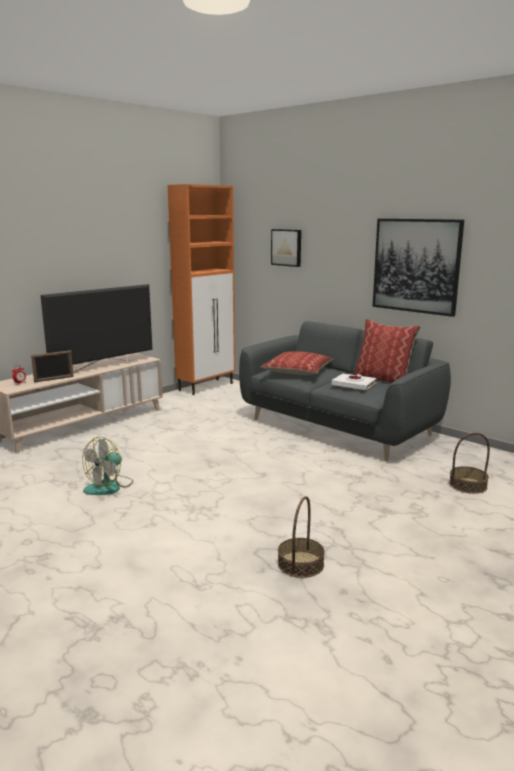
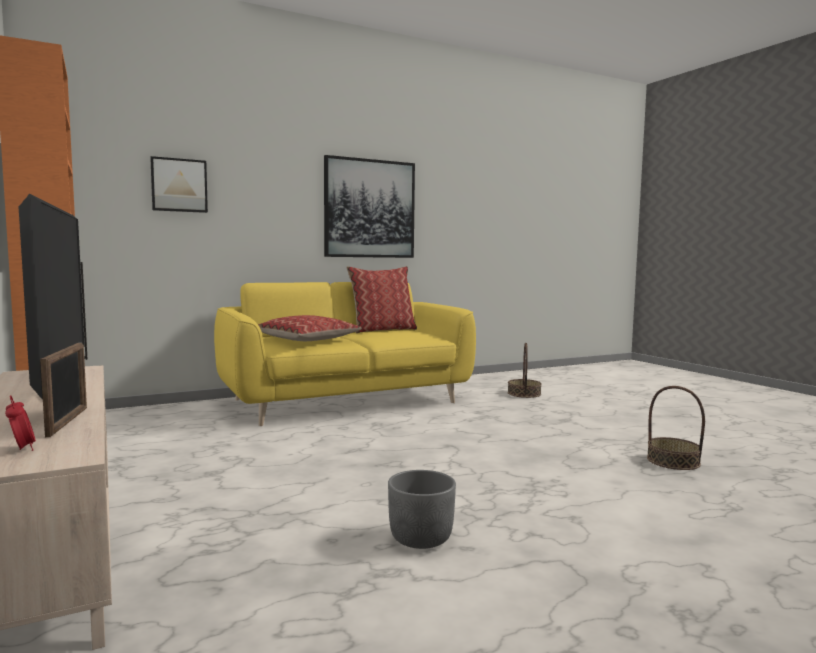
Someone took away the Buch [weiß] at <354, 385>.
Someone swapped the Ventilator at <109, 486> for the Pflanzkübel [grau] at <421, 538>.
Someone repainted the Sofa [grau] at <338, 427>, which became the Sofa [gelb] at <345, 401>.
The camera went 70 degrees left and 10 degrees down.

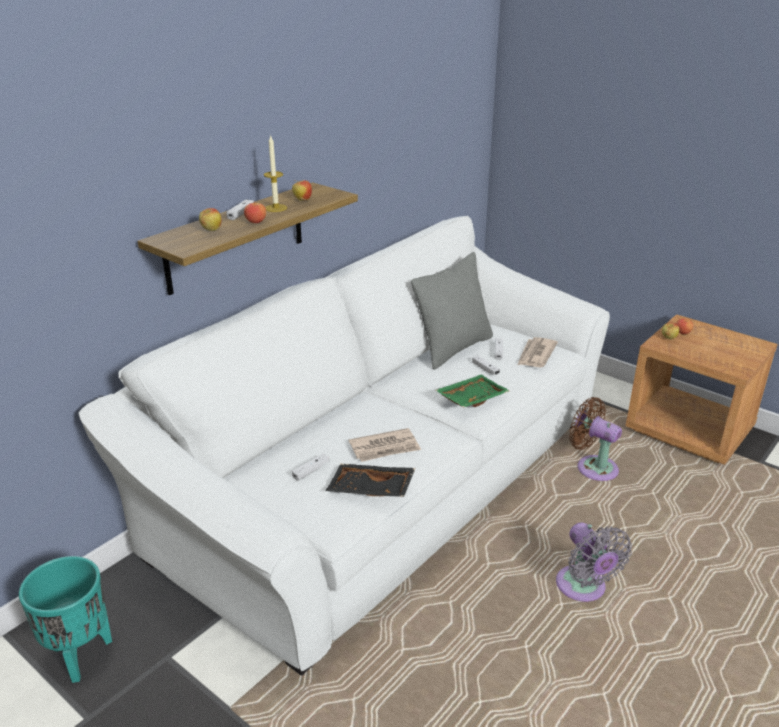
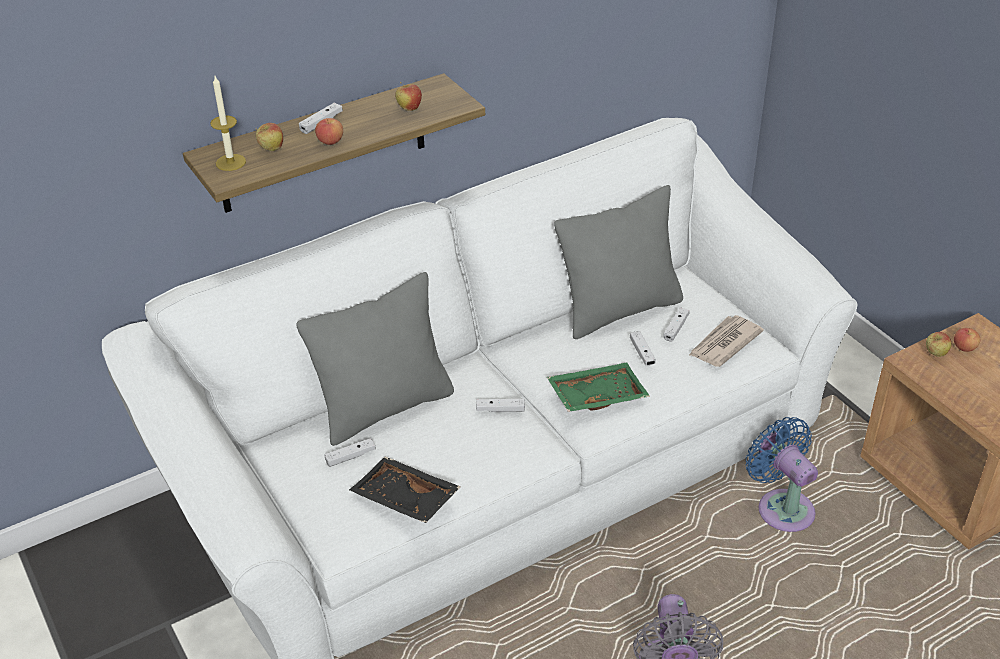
Someone took away the Pflanzkübel [türkis] at <80, 655>.
Someone took away the Zeitung at <385, 448>.
Someone put down the Kissen [grau] at <385, 407>.
Someone put down the Gamepad [weiß] at <500, 409>.
Someone carried the Kerze from <276, 208> to <230, 162>.
Someone repainted the Ventilator [braun] at <593, 467>, which became the Ventilator [blau] at <781, 507>.
The camera went 20 degrees right and 10 degrees up.

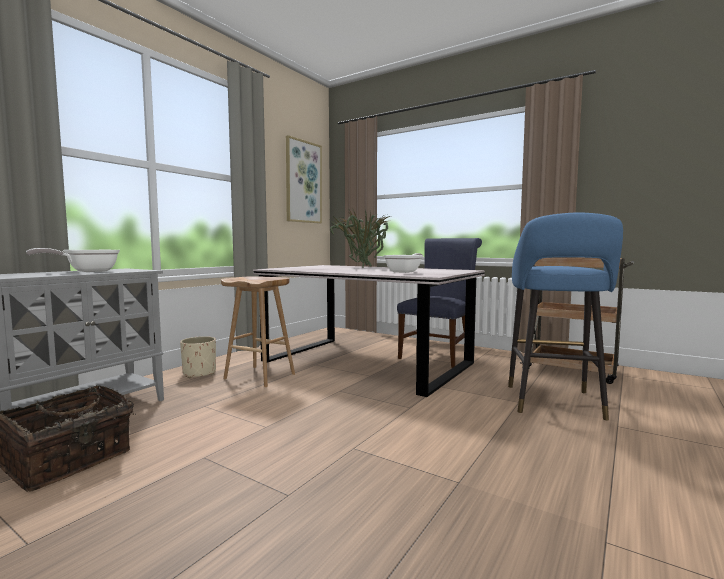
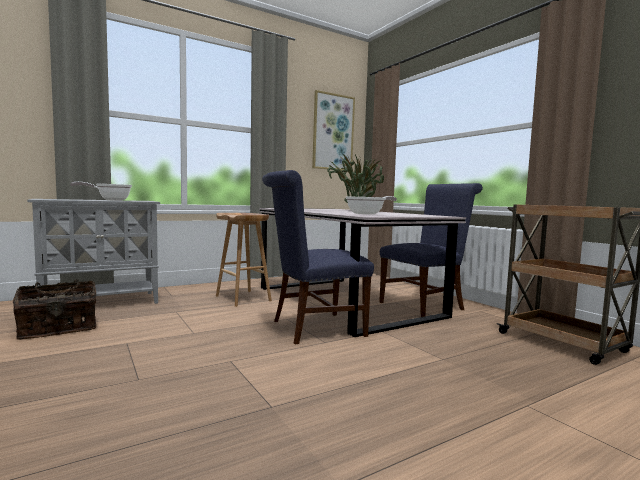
Someone took away the Pflanzkübel [beige] at <199, 373>.
Someone took away the Hocker [blau] at <555, 404>.
Someone put down the Stuhl [blau] at <312, 328>.
The camera went 25 degrees right and 0 degrees up.

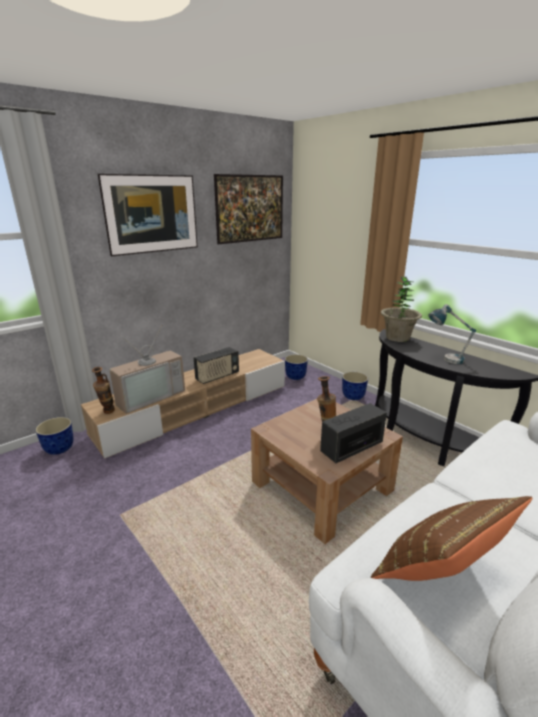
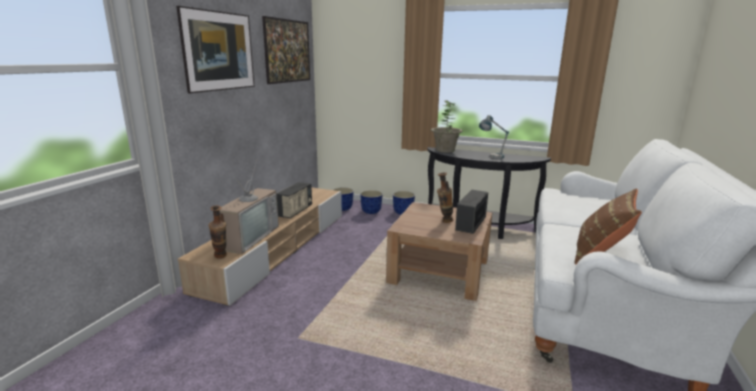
Someone carried the Pflanzkübel from <60, 449> to <371, 212>.
The camera went 30 degrees left and 5 degrees down.

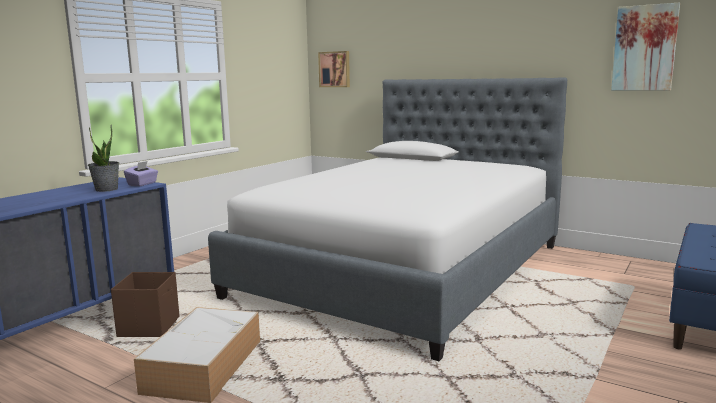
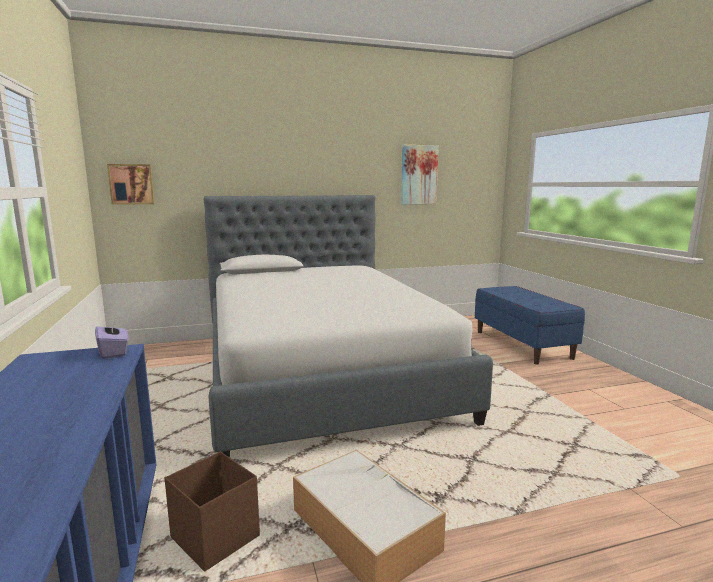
Someone took away the Topfpflanze at <106, 189>.
The camera went 50 degrees left and 0 degrees up.

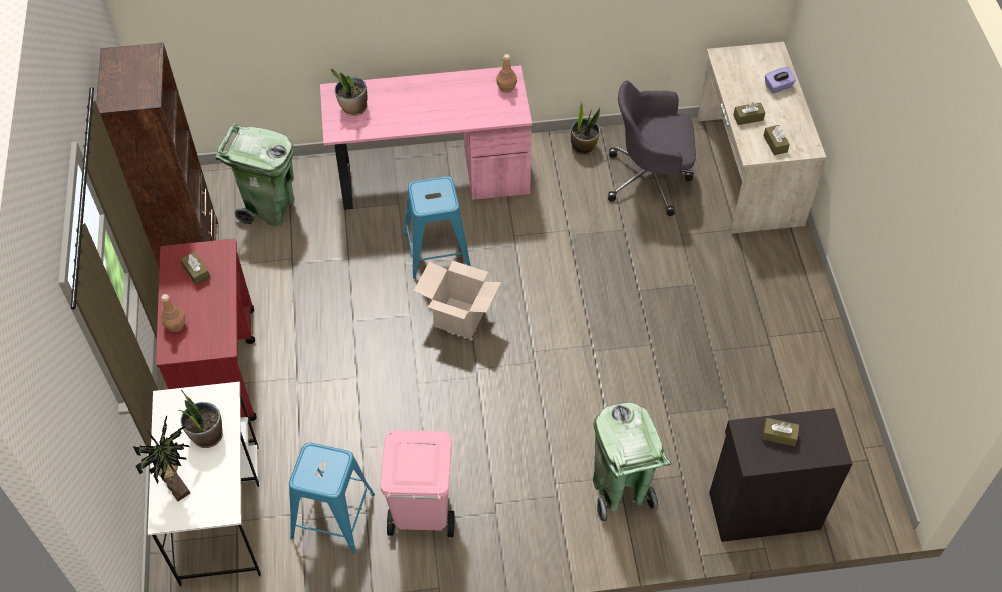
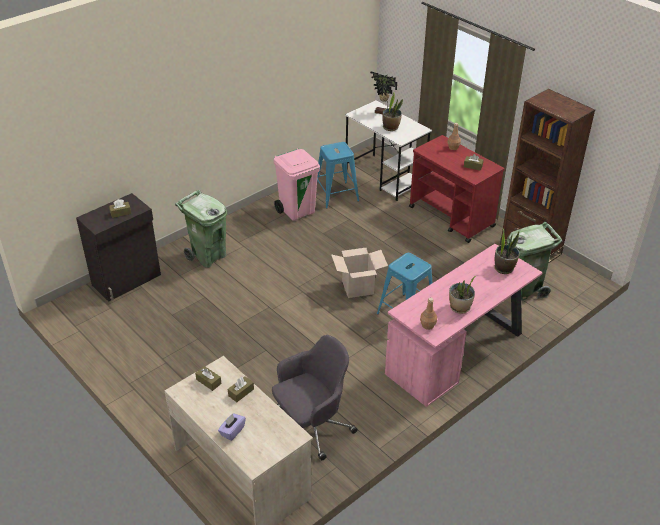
Someone carried the Topfpflanze from <583, 147> to <460, 308>.
The camera went 145 degrees right and 15 degrees down.

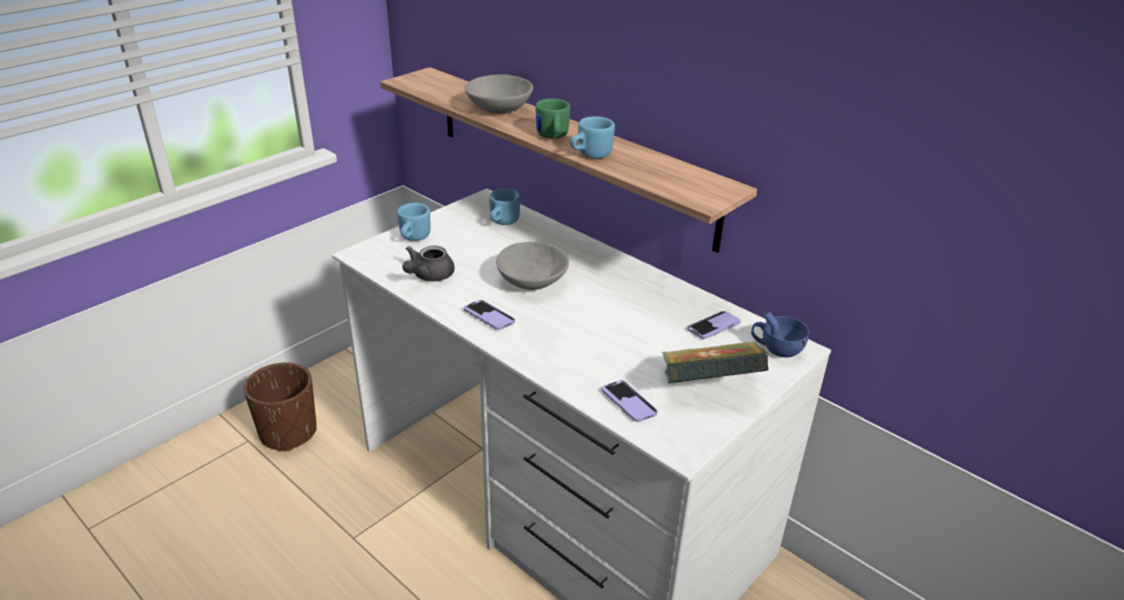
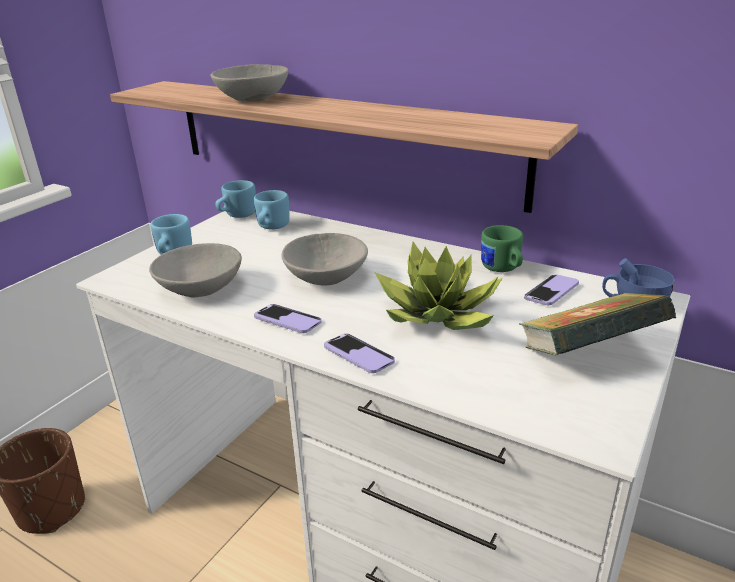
Someone put down the Topfpflanze at <438, 314>.
Someone carried the Henkelbecher [grün] from <552, 137> to <502, 269>.
Someone carried the Henkelbecher [blau] from <589, 155> to <237, 215>.
Someone carried the Handy from <628, 402> to <358, 355>.
Someone swapped the Teekanne [grau] at <428, 276> for the Schüssel [grau] at <200, 289>.
The camera went 10 degrees left and 5 degrees down.

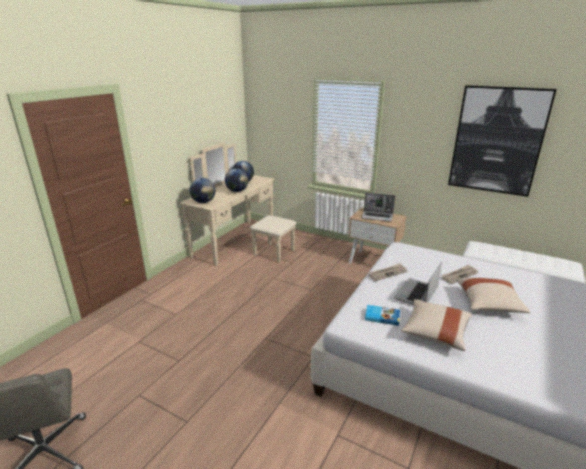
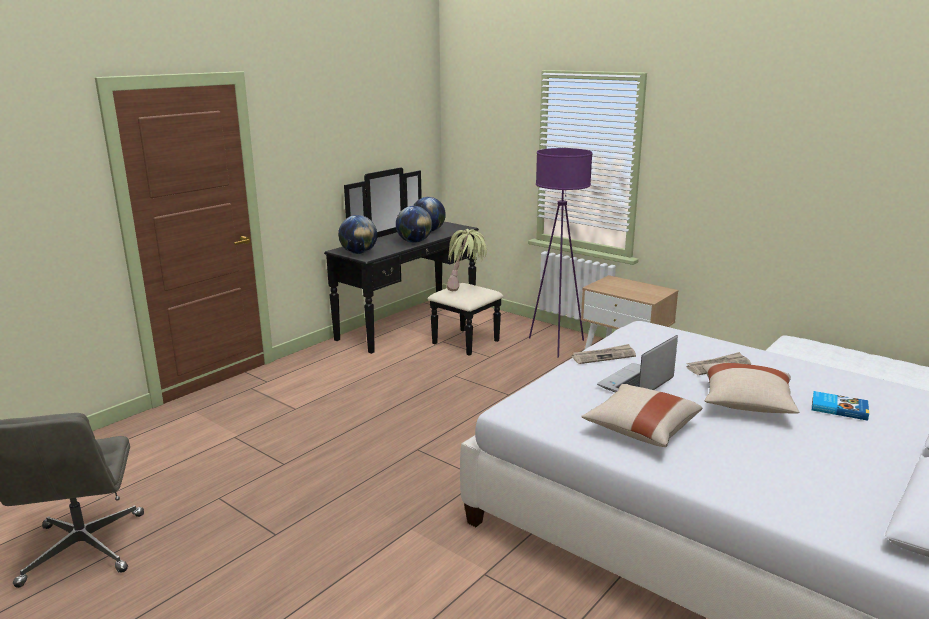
Someone took away the Laptop at <377, 216>.
Someone took away the Bild at <497, 141>.
Someone put down the Topfpflanze at <467, 291>.
Someone put down the Stehlampe [lila] at <556, 345>.
Someone carried the Buch from <382, 316> to <838, 408>.
Someone repainted the Kommode [beige] at <243, 244>, which became the Kommode [schwarz] at <421, 327>.
The camera went 10 degrees right and 5 degrees down.

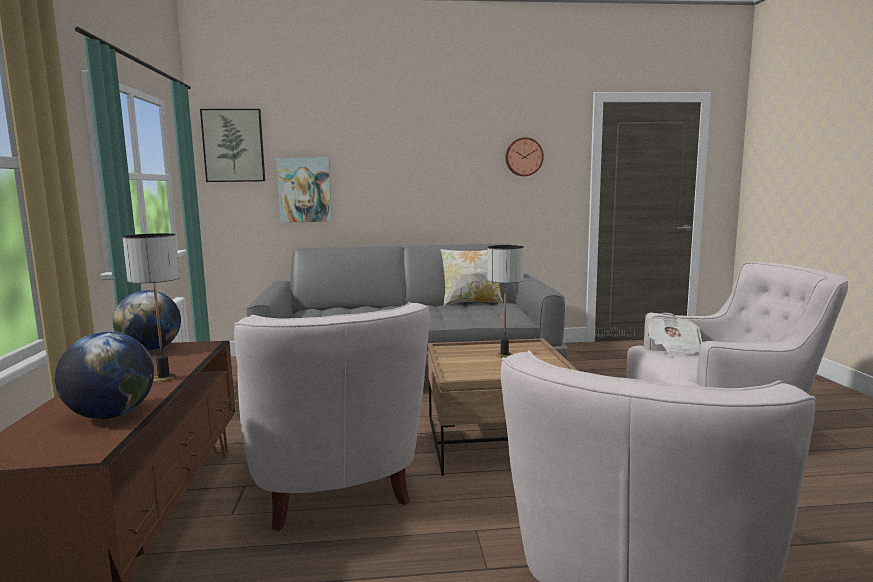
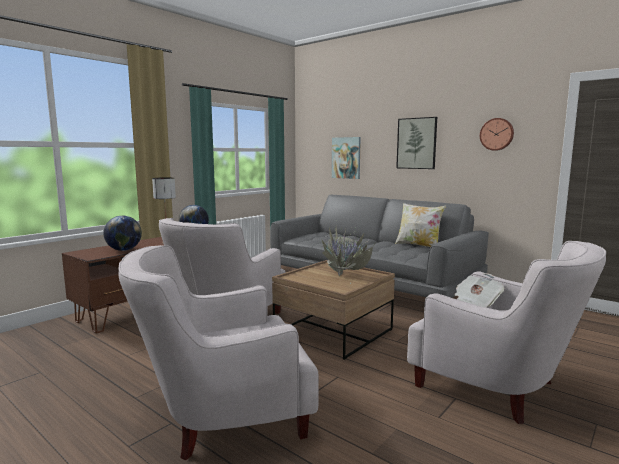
Someone carried the Bild from <233, 145> to <416, 143>.
Someone swapped the Tischlampe at <505, 355> for the Topfpflanze at <344, 275>.
The camera went 45 degrees right and 0 degrees up.

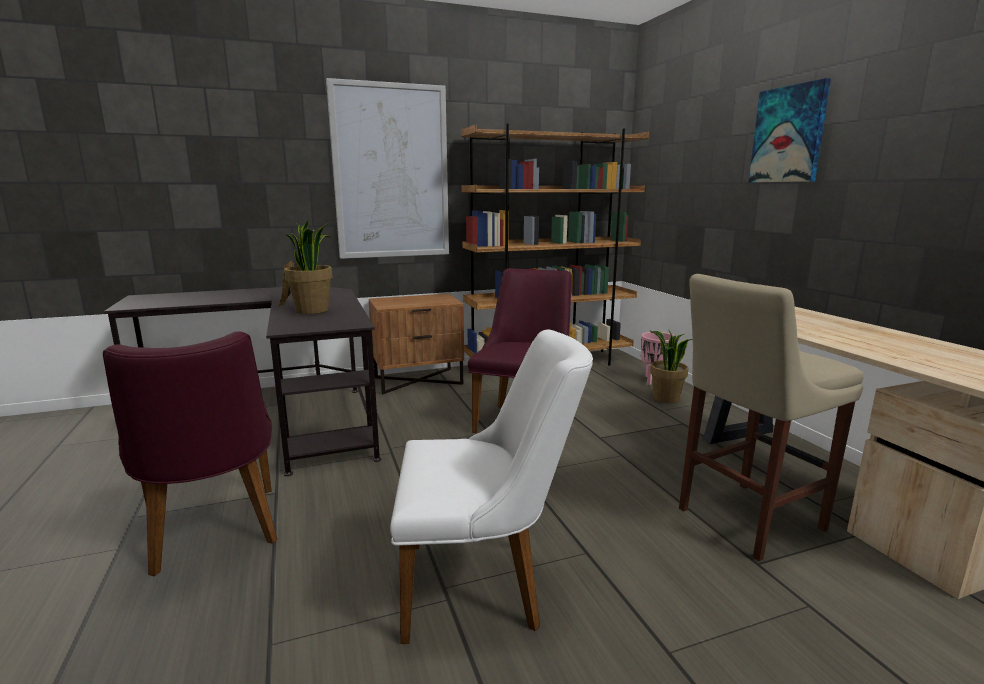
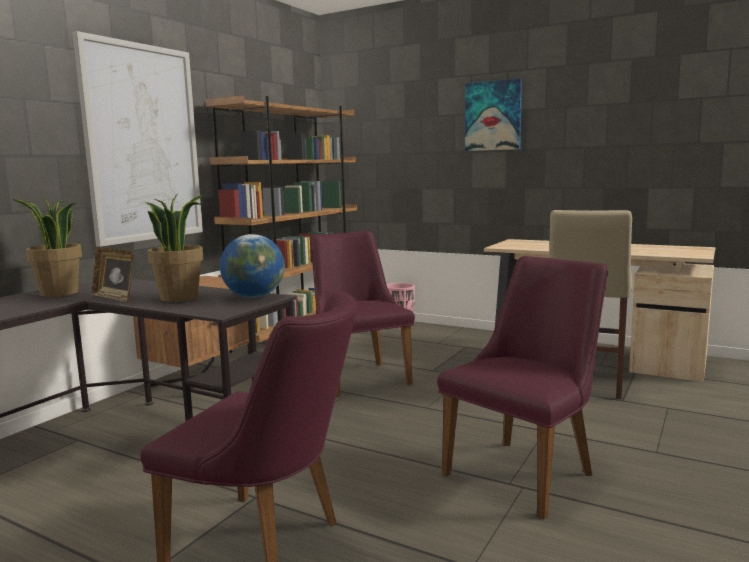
Someone put down the Globus at <254, 297>.
Someone carried the Topfpflanze from <665, 398> to <58, 293>.
Someone repainted the Stuhl [weiß] at <485, 585>, which became the Stuhl [lila] at <527, 470>.
The camera went 40 degrees left and 5 degrees down.

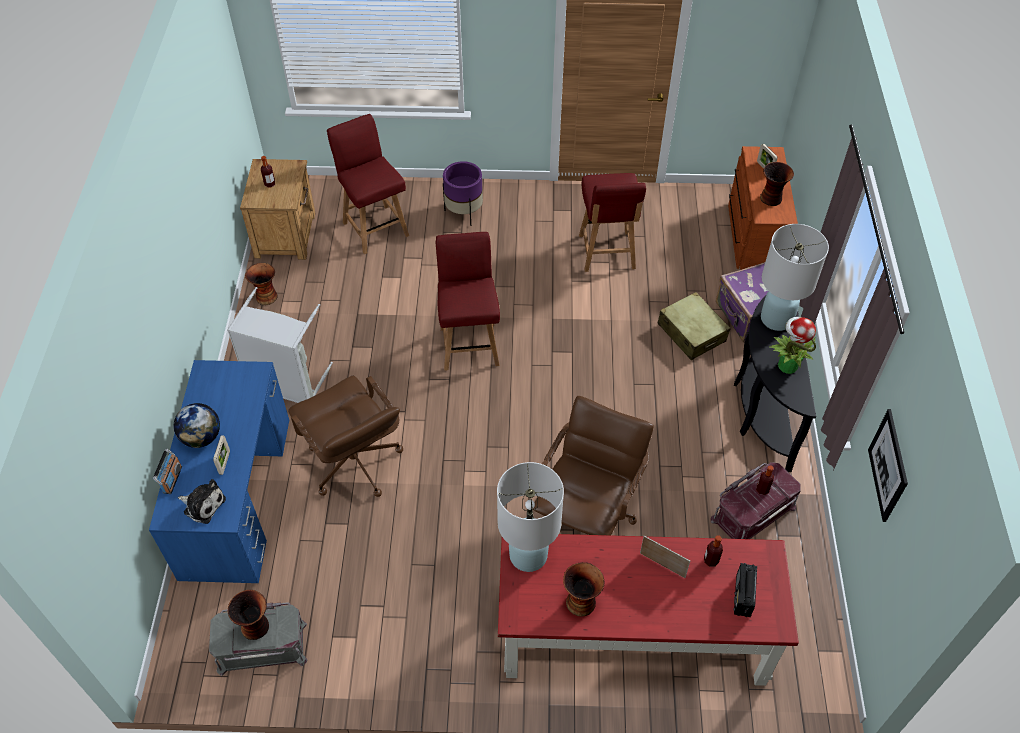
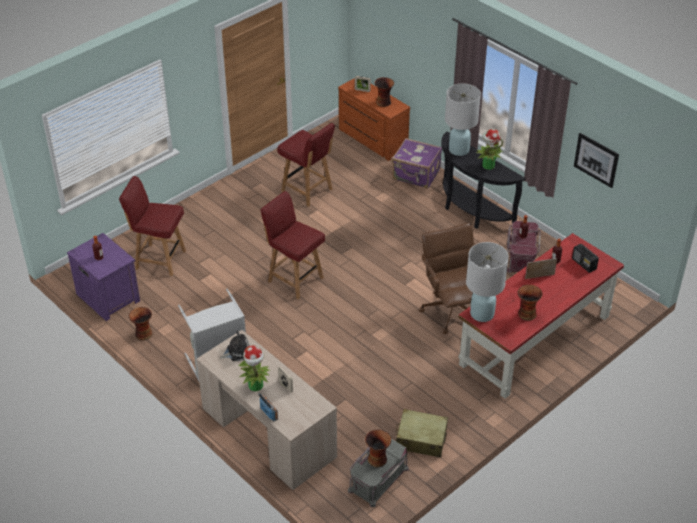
Someone took away the Bürostuhl [braun] at <354, 464>.
Someone took away the Pflanzkübel [lila] at <464, 212>.
Someone carried the Plüschtier from <203, 504> to <237, 352>.
Someone carried the Koffer [beige] from <691, 333> to <421, 439>.
Someone swapped the Globus at <202, 437> for the Topfpflanze at <256, 385>.
Someone repainted the Schreibtisch [blau] at <237, 495>, which became the Schreibtisch [beige] at <268, 431>.
Someone repainted the Nachttisch [braun] at <286, 234>, which became the Nachttisch [lila] at <108, 297>.
The camera went 45 degrees left and 10 degrees down.

